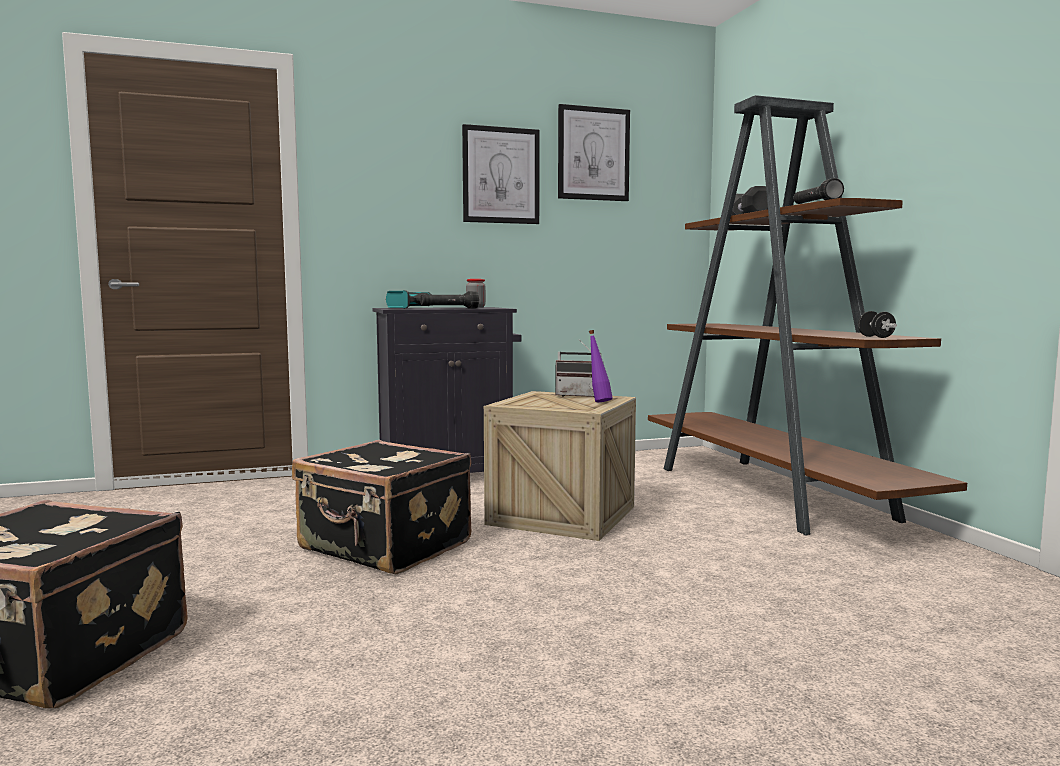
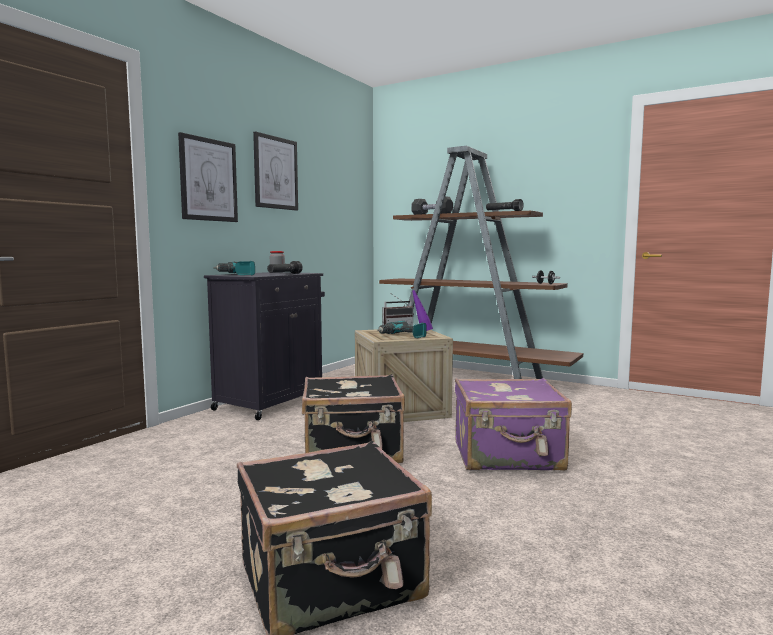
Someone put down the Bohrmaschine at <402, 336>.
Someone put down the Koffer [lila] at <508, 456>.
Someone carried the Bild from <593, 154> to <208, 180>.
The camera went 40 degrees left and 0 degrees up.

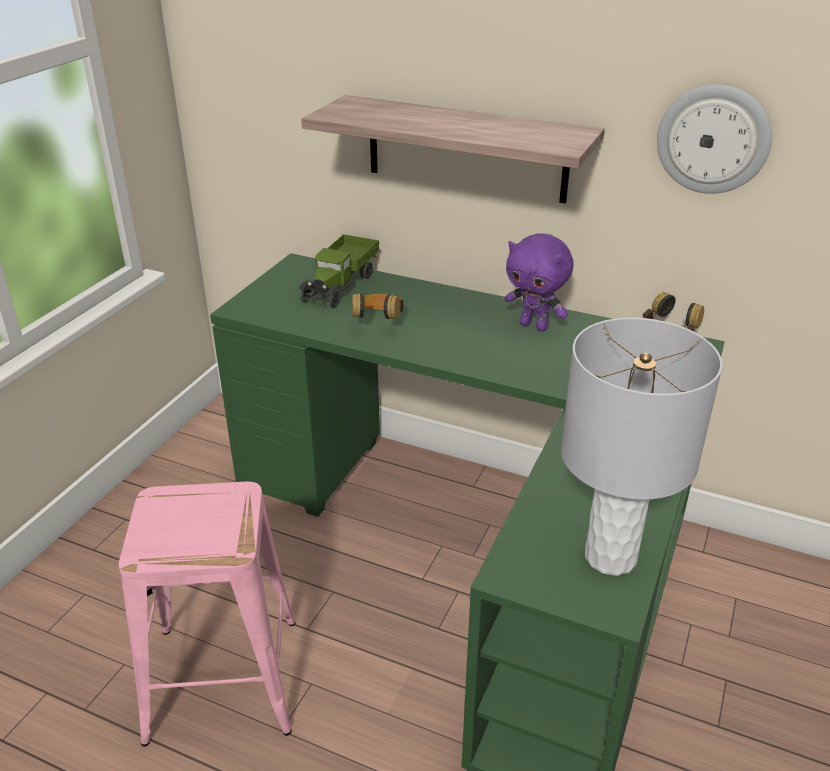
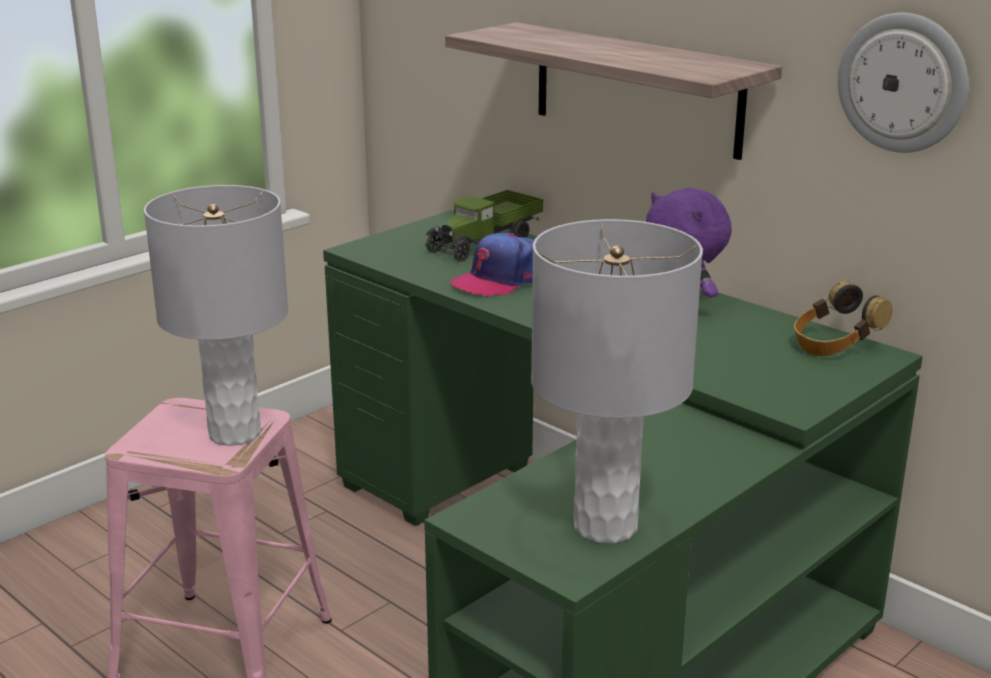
Someone put down the Tischlampe [grau] at <235, 433>.
Someone swapped the Kopfhörer at <378, 322> for the Kappe at <500, 279>.
The camera went 20 degrees right and 10 degrees down.

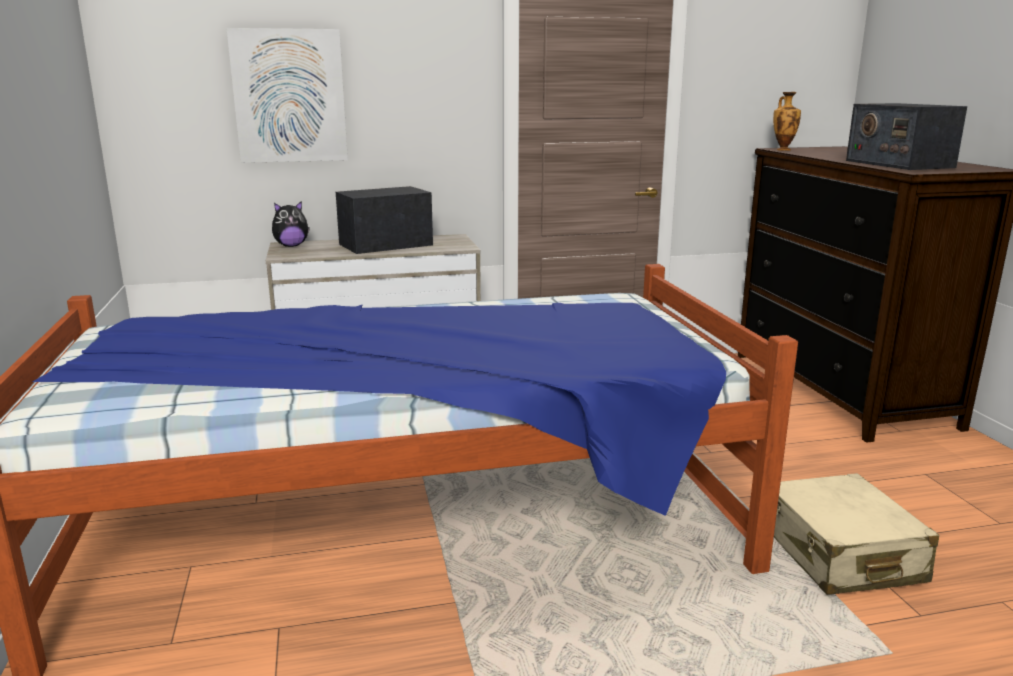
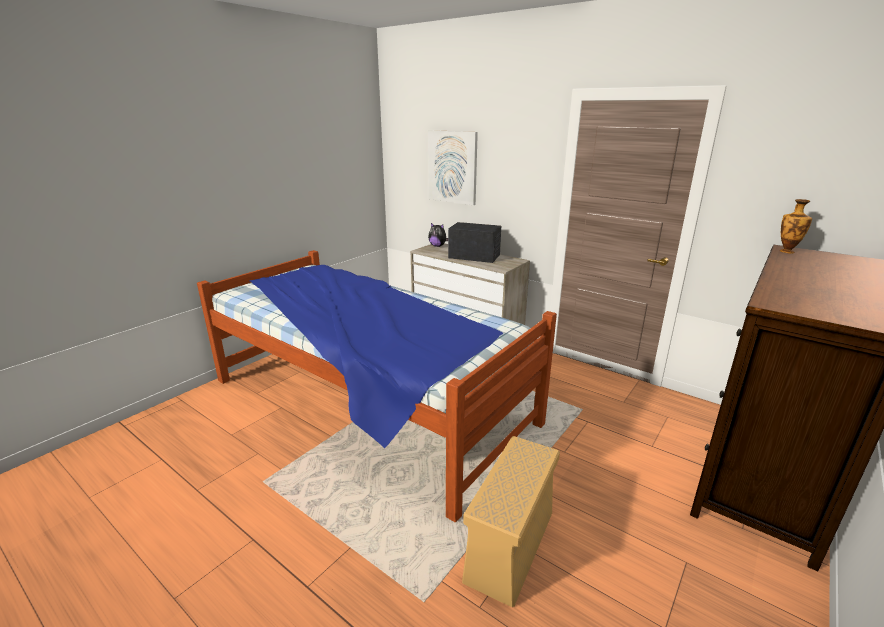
Someone took away the Radio at <898, 164>.
Someone swapped the Koffer [beige] at <840, 554> for the Aufbewahrungsbox [beige] at <510, 547>.
The camera went 50 degrees right and 5 degrees up.

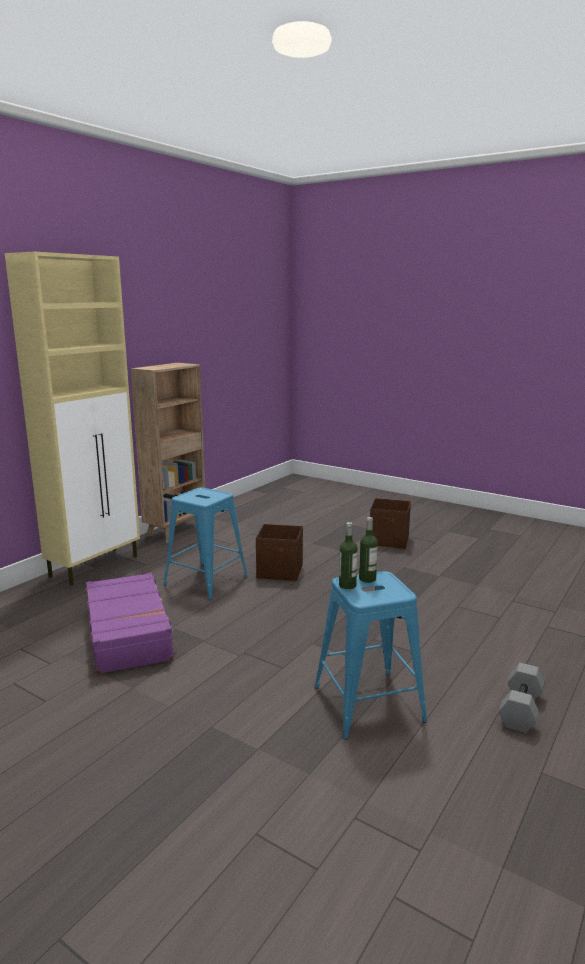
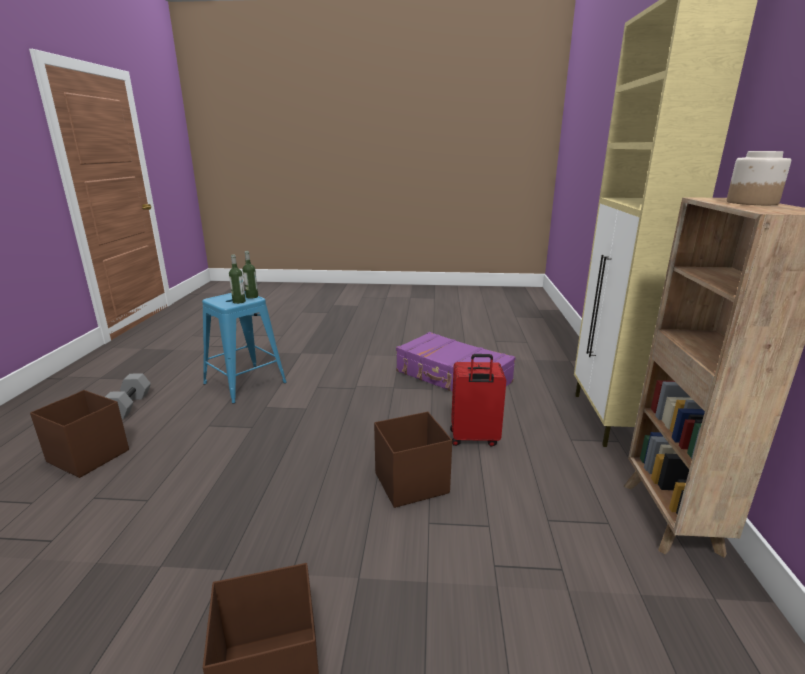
Someone put down the Aufbewahrungsbox [braun] at <88, 456>.
Someone put down the Vorratsglas at <751, 203>.
Someone swapped the Hocker [blau] at <205, 581> for the Koffer [rot] at <474, 438>.
The camera went 150 degrees right and 5 degrees up.

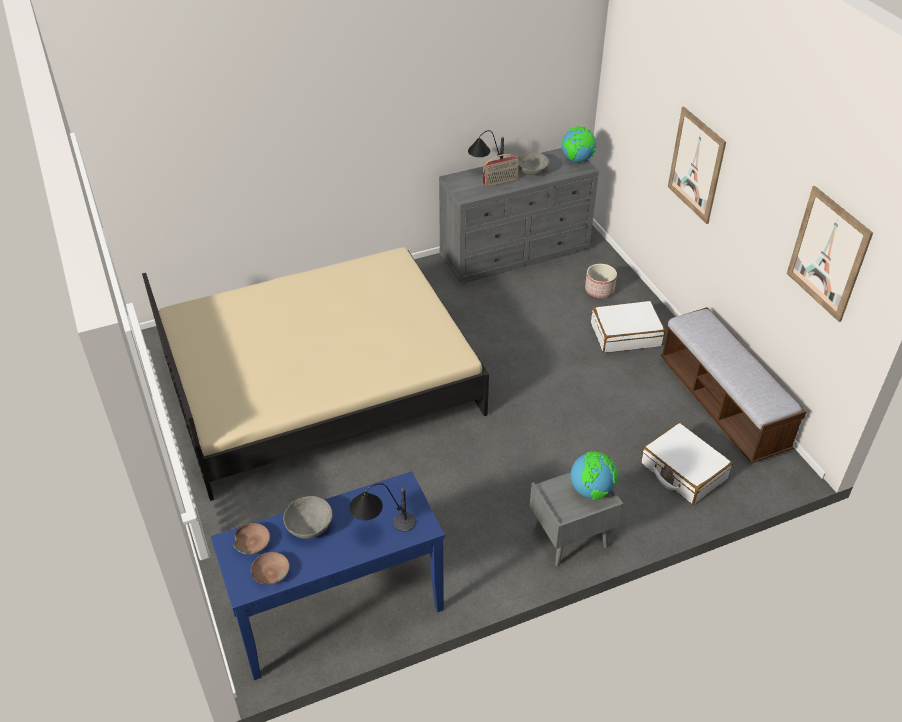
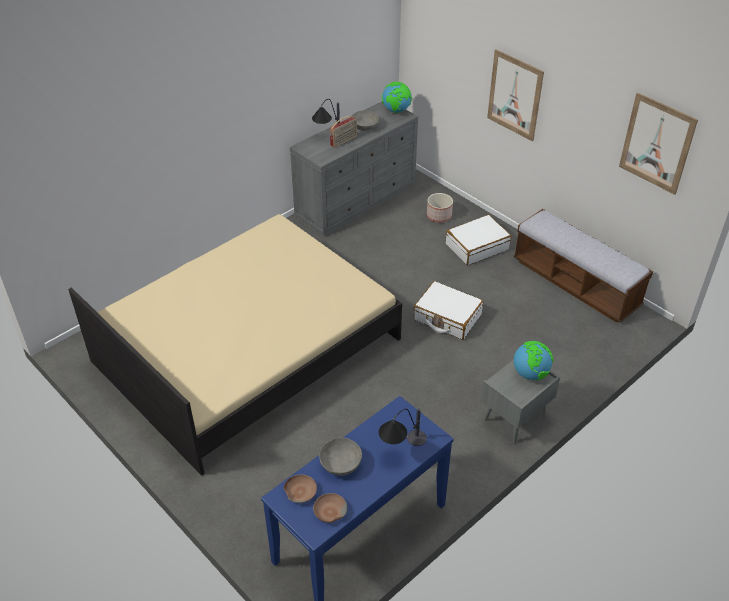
Someone carried the Koffer [weiß] from <683, 471> to <447, 317>.
The camera went 20 degrees left and 0 degrees up.

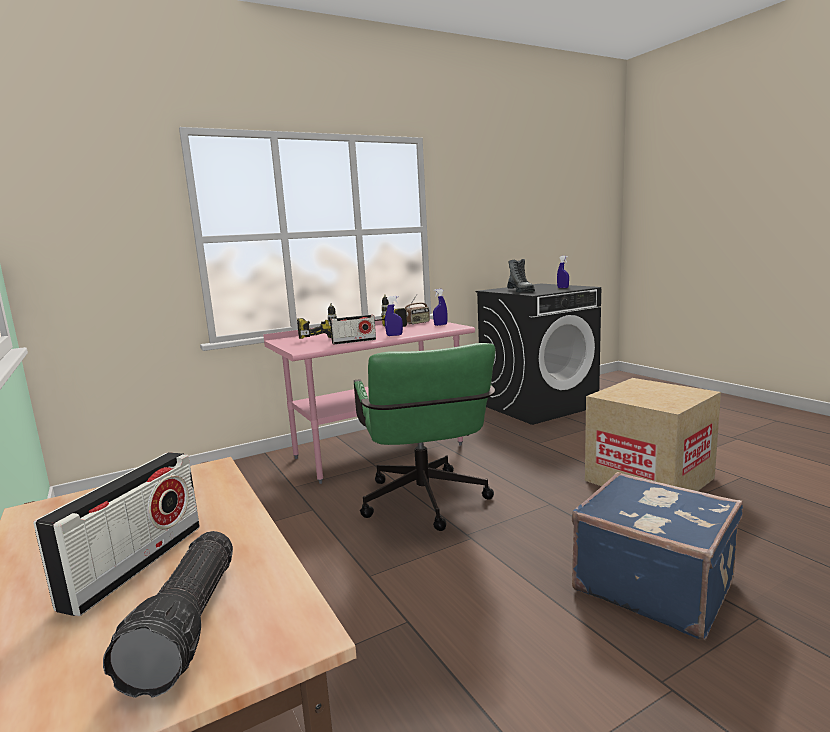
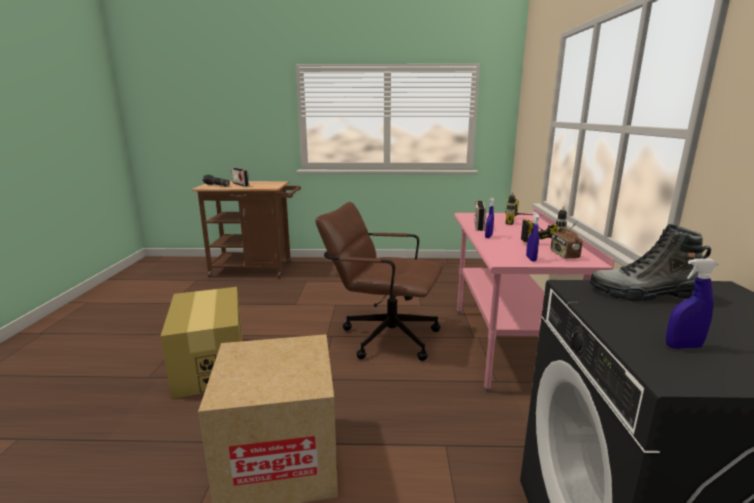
Someone swapped the Koffer [blau] at <653, 585> for the Karton at <211, 364>.
Someone repainted the Bürostuhl [grün] at <426, 505>, which became the Bürostuhl [braun] at <382, 336>.
The camera went 120 degrees right and 5 degrees up.

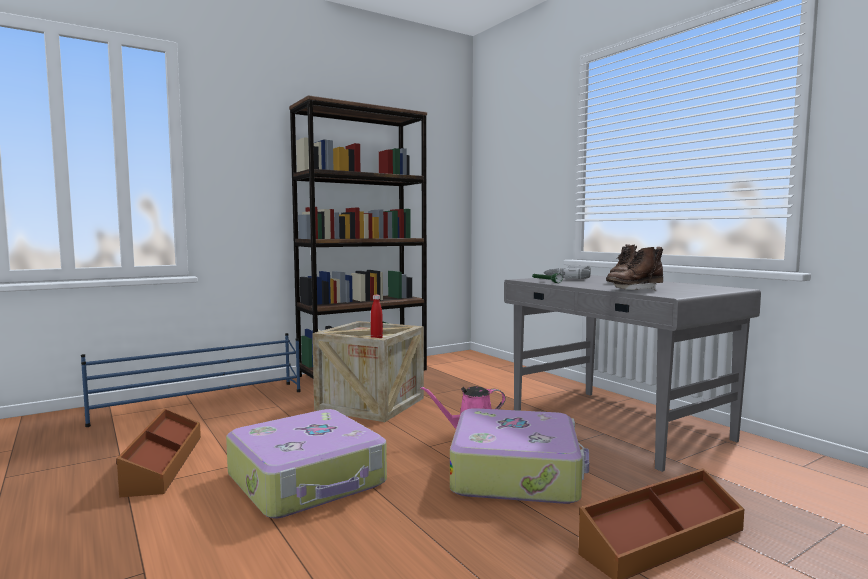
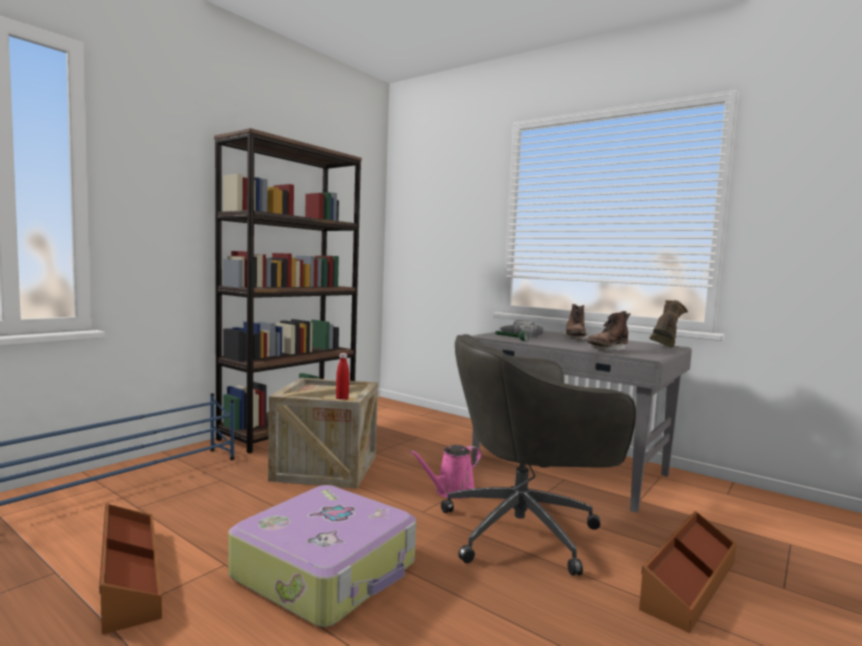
Someone put down the Stiefel [braun] at <663, 349>.
Someone swapped the Koffer at <516, 473> for the Bürostuhl [grau] at <524, 531>.
The camera went 20 degrees left and 0 degrees up.

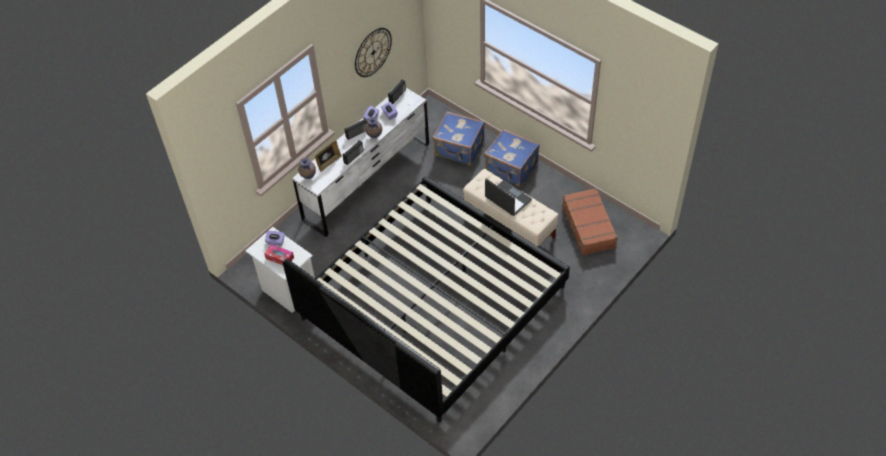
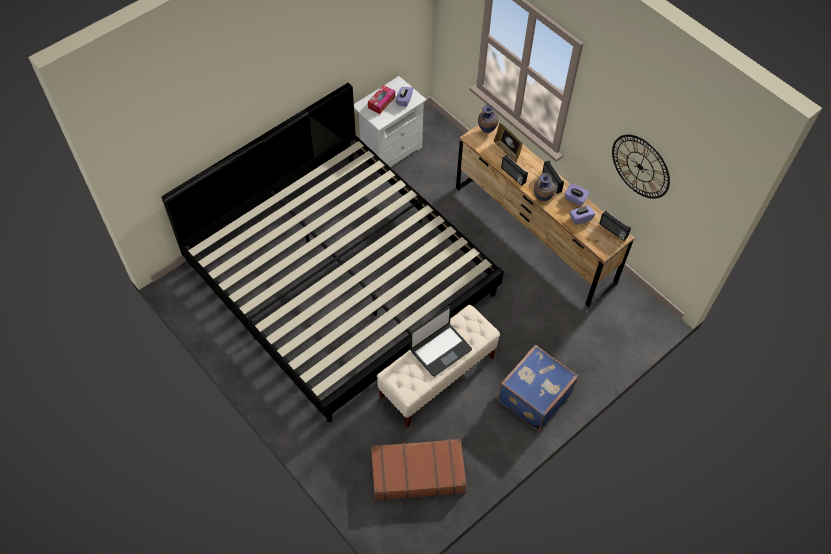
Someone took away the Koffer [blau] at <459, 149>.
Someone repainted the Kommode [weiß] at <367, 181>, which became the Kommode [braun] at <533, 234>.
The camera went 95 degrees right and 5 degrees up.

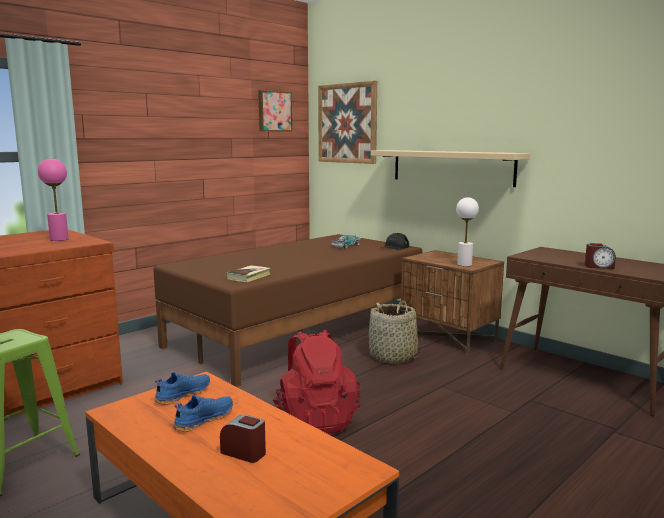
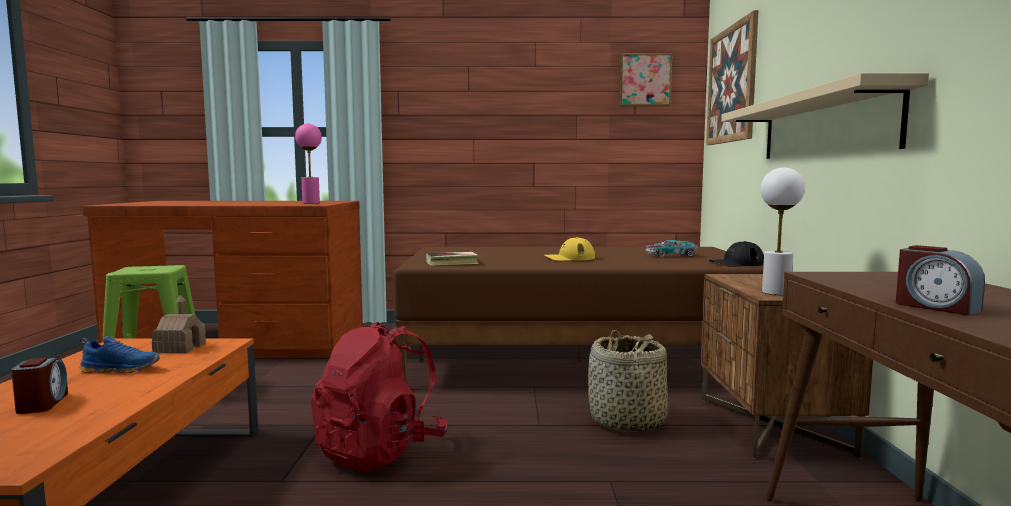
Someone put down the Kappe [gelb] at <569, 258>.
Someone swapped the Schuh [blau] at <182, 394> for the Spielzeughaus at <180, 348>.
The camera went 45 degrees right and 5 degrees down.

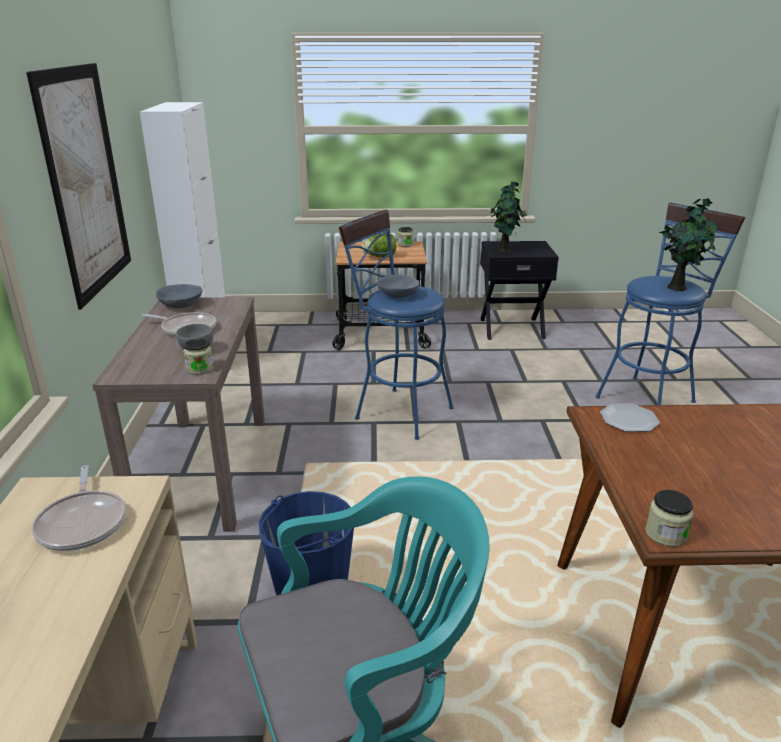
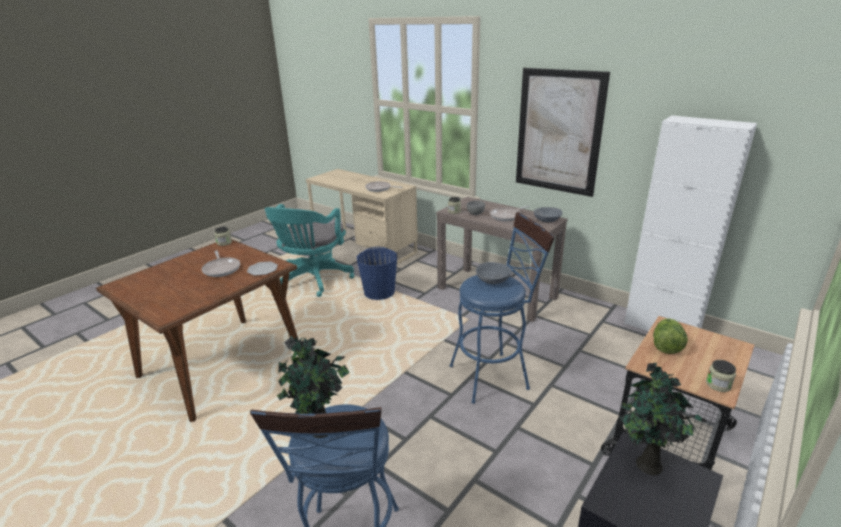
Someone put down the Pfanne at <221, 269>.
The camera went 130 degrees right and 0 degrees up.

